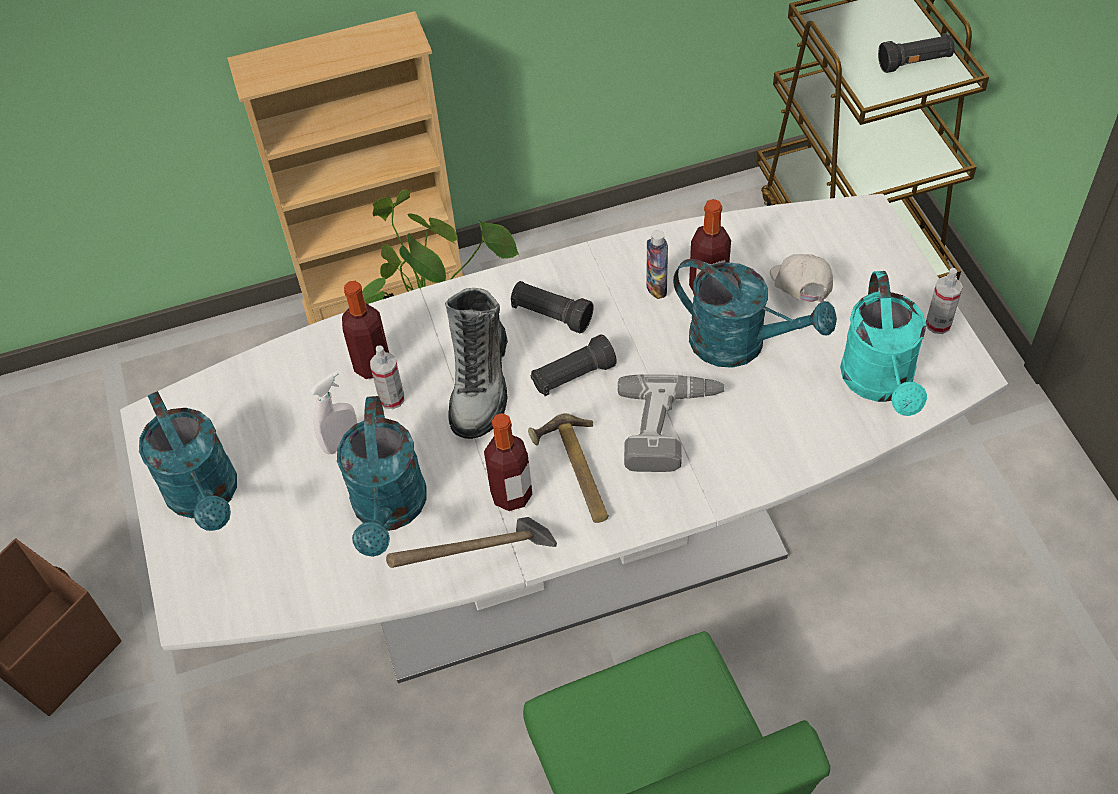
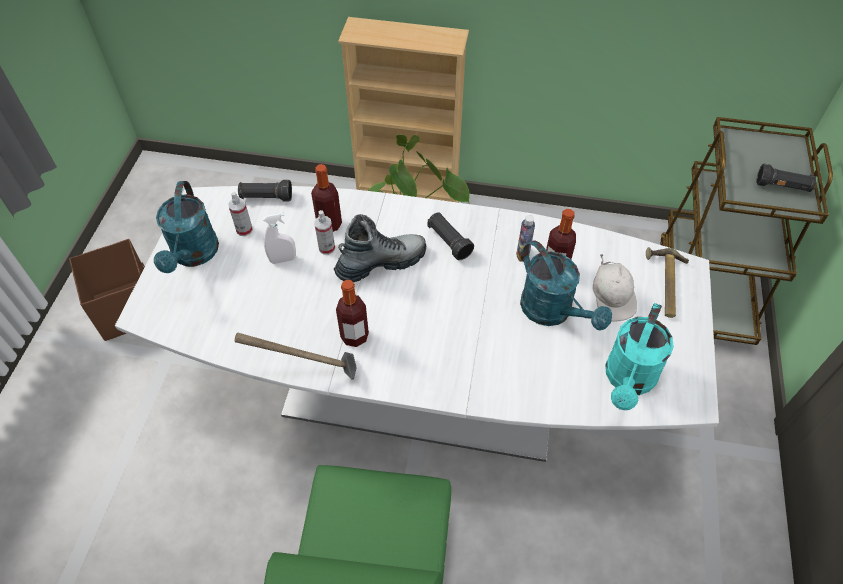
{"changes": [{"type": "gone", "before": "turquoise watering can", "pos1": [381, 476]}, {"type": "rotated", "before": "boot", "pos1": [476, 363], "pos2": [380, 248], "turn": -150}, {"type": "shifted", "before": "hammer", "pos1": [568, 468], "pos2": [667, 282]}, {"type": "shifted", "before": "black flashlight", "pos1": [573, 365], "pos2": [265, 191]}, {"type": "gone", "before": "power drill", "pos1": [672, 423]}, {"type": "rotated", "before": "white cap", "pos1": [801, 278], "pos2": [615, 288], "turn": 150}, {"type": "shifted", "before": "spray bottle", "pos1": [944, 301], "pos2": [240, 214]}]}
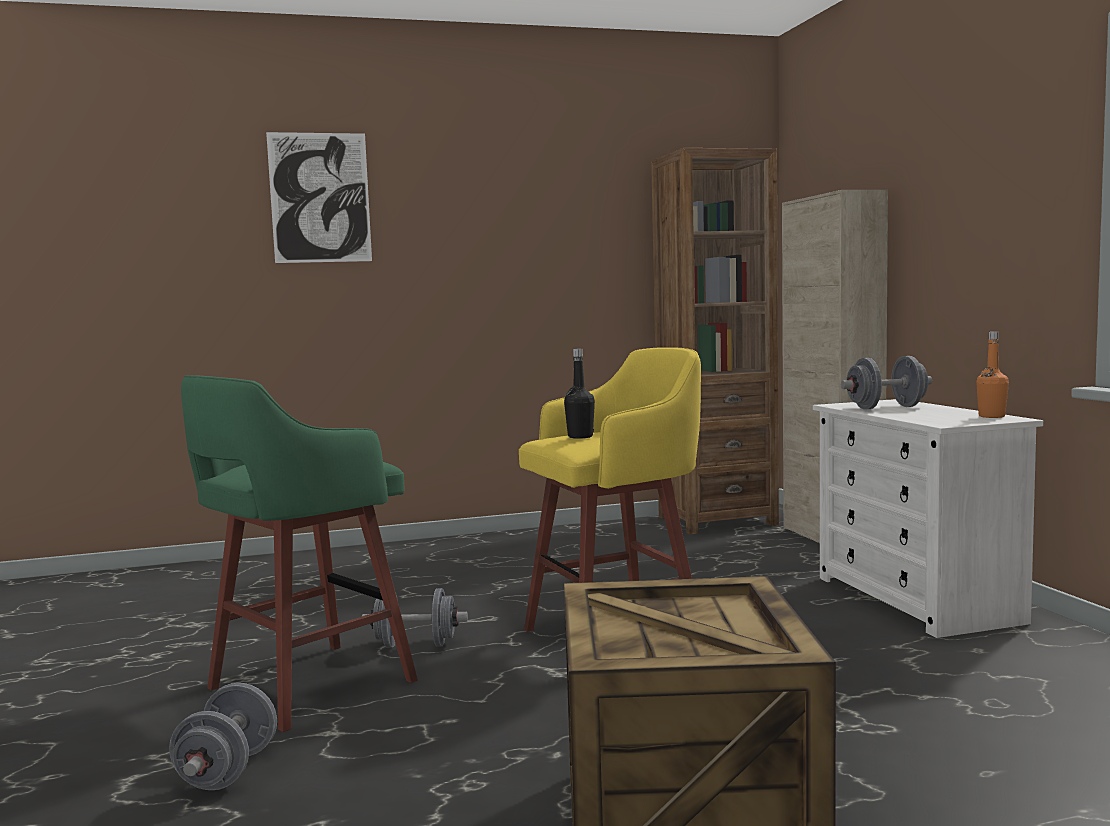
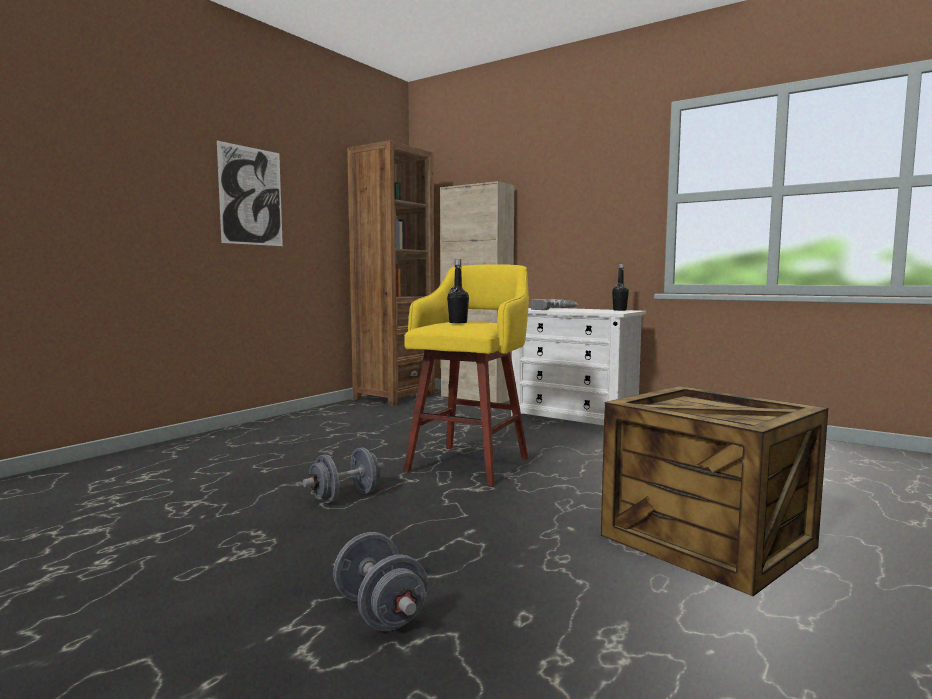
{"changes": [{"type": "gone", "before": "green stool", "pos1": [299, 553]}, {"type": "shifted", "before": "picture", "pos1": [319, 197], "pos2": [250, 193]}, {"type": "swapped", "before": "grey dumbbell", "after": "power drill", "pos1": [886, 382], "pos2": [554, 304]}, {"type": "repainted", "before": "orange bottle", "after": "black bottle", "pos1": [992, 374], "pos2": [620, 287]}]}
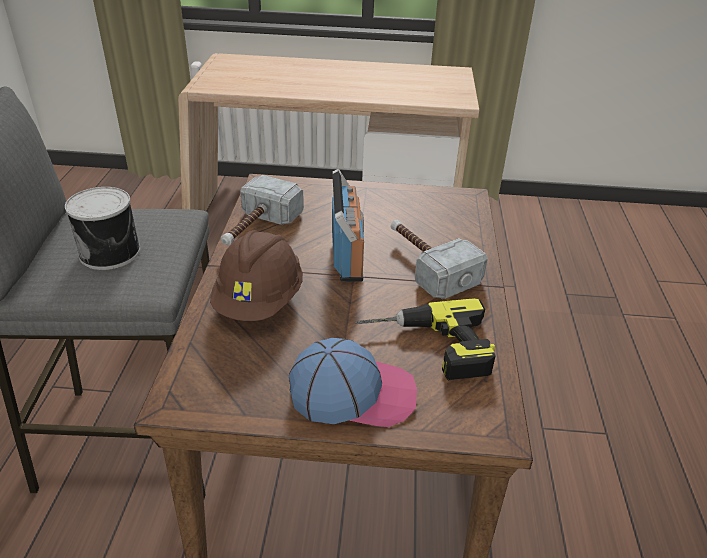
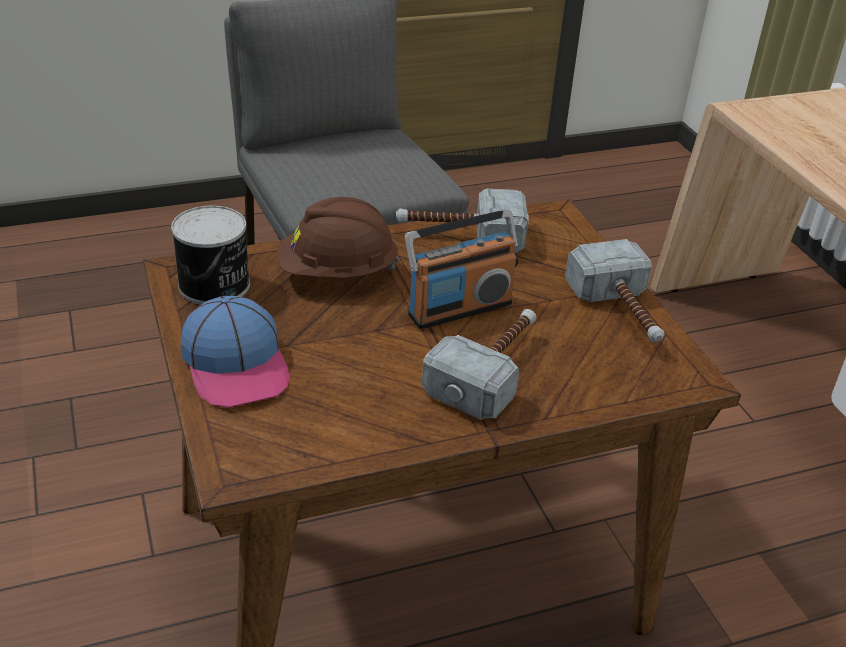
{"changes": [{"type": "shifted", "before": "can", "pos1": [103, 228], "pos2": [210, 255]}, {"type": "gone", "before": "power drill", "pos1": [425, 339]}, {"type": "new", "after": "hammer", "pos2": [615, 290]}]}
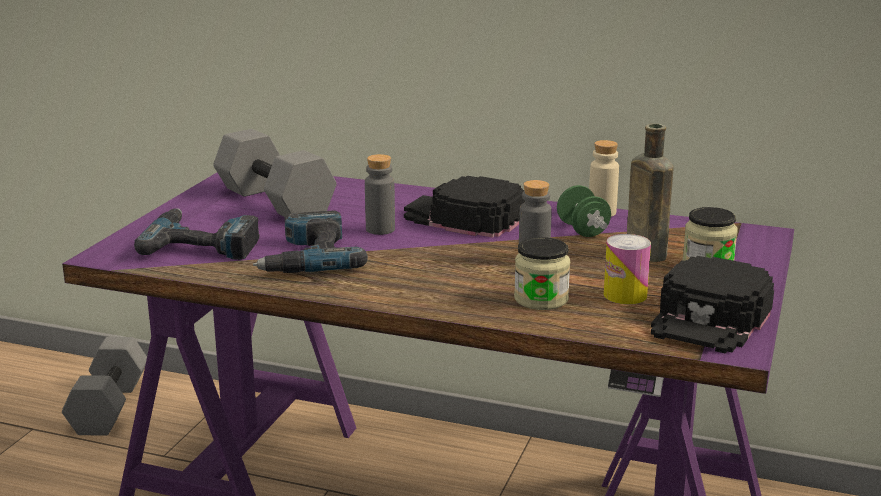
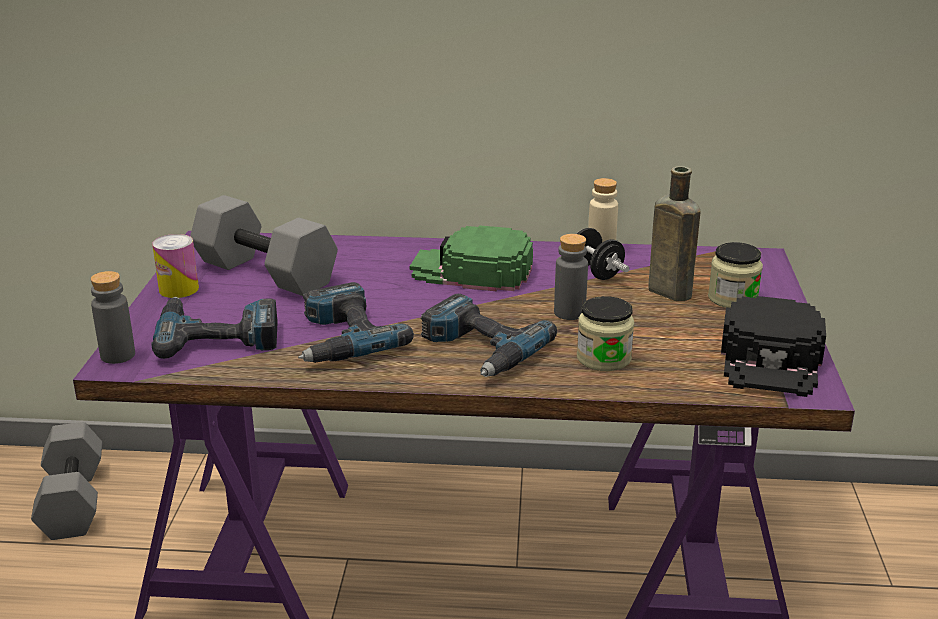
{"changes": [{"type": "shifted", "before": "grey bottle", "pos1": [380, 194], "pos2": [112, 317]}, {"type": "repainted", "before": "black cap", "after": "green cap", "pos1": [464, 207], "pos2": [471, 258]}, {"type": "repainted", "before": "green dumbbell", "after": "black dumbbell", "pos1": [584, 211], "pos2": [603, 254]}, {"type": "shifted", "before": "can", "pos1": [627, 269], "pos2": [175, 266]}, {"type": "new", "after": "power drill", "pos2": [489, 335]}]}
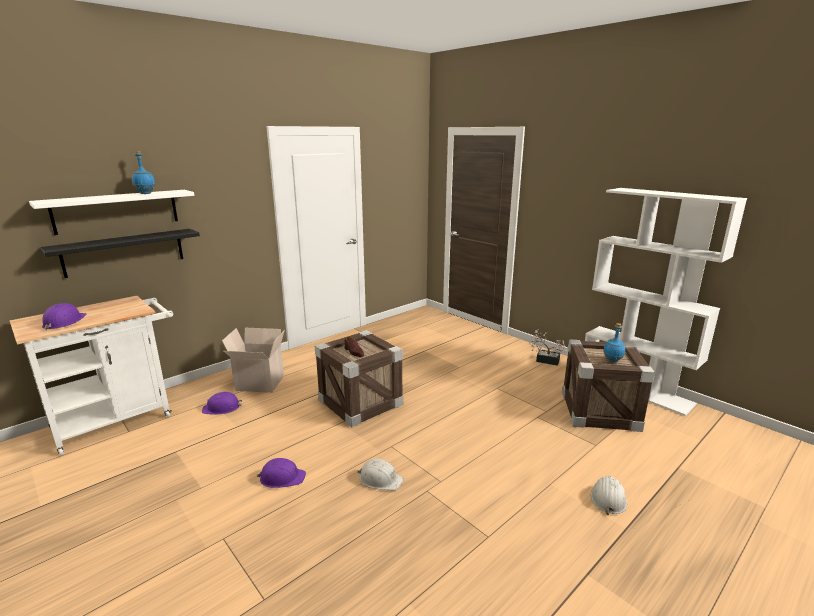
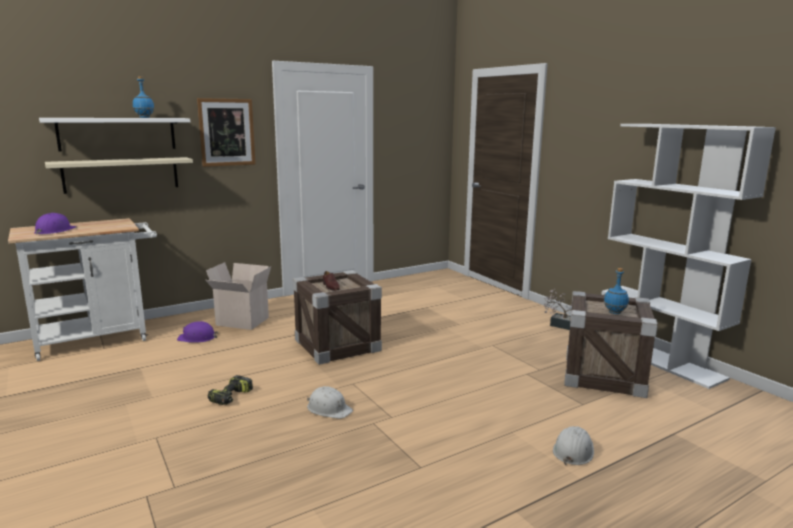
{"changes": [{"type": "repainted", "before": "black shelf", "after": "beige shelf", "pos1": [120, 253], "pos2": [119, 175]}, {"type": "swapped", "before": "purple hard hat", "after": "power drill", "pos1": [281, 473], "pos2": [230, 390]}, {"type": "new", "after": "picture", "pos2": [226, 132]}]}
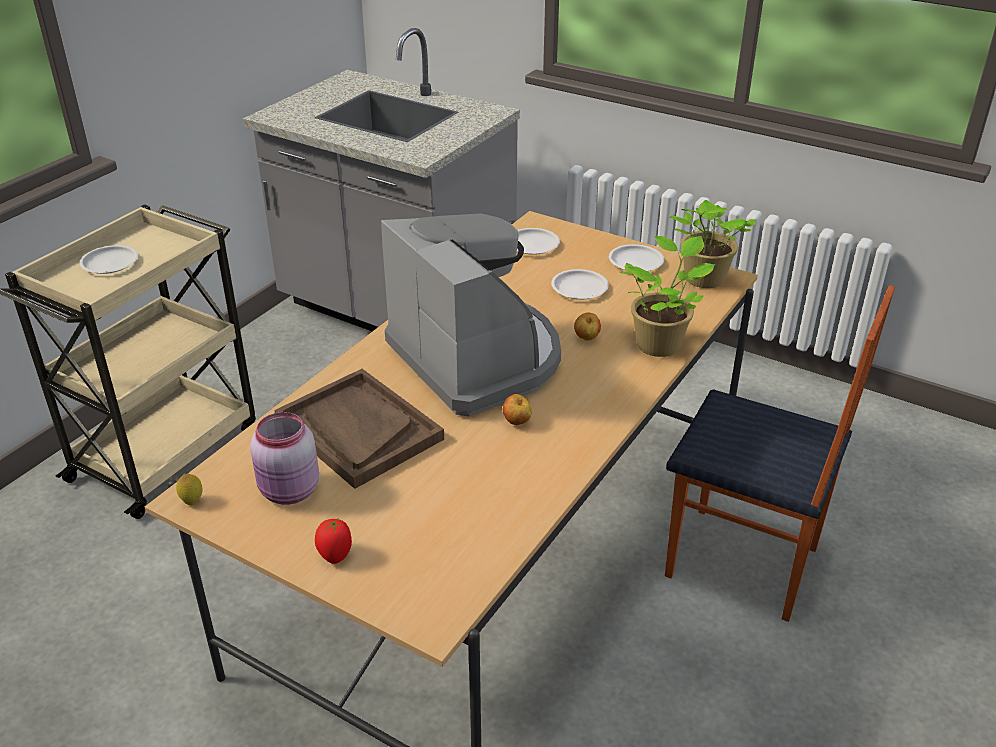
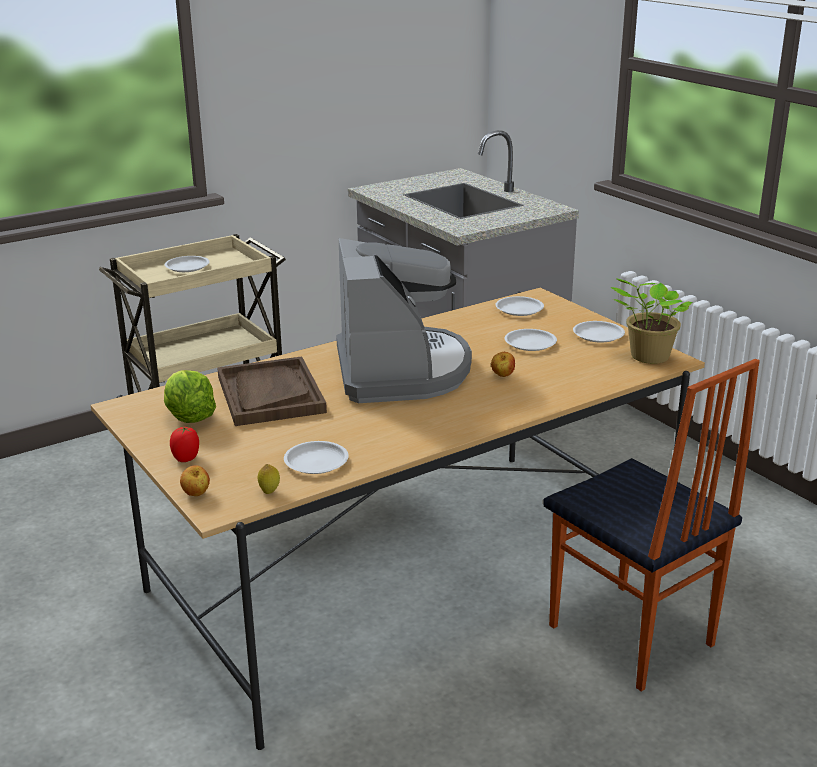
{"changes": [{"type": "shifted", "before": "lemon", "pos1": [189, 489], "pos2": [269, 479]}, {"type": "swapped", "before": "pink jar", "after": "lettuce", "pos1": [284, 458], "pos2": [190, 396]}, {"type": "shifted", "before": "apple", "pos1": [517, 409], "pos2": [195, 480]}, {"type": "gone", "before": "potted plant", "pos1": [667, 296]}, {"type": "new", "after": "white plate", "pos2": [316, 457]}]}
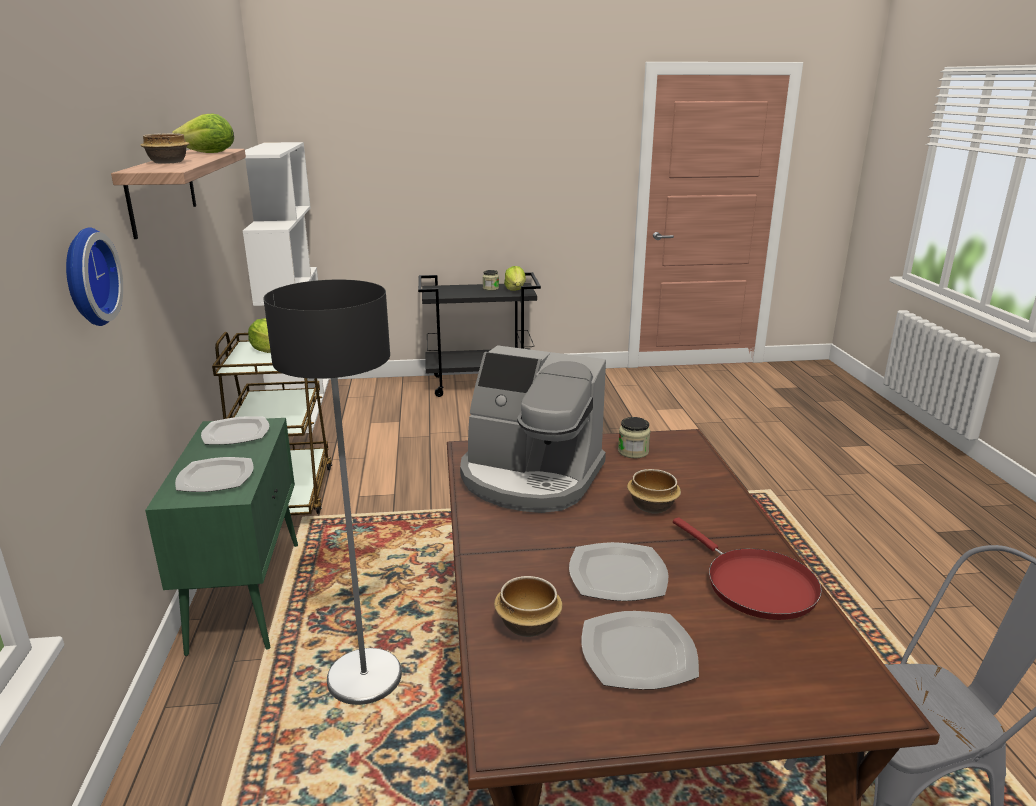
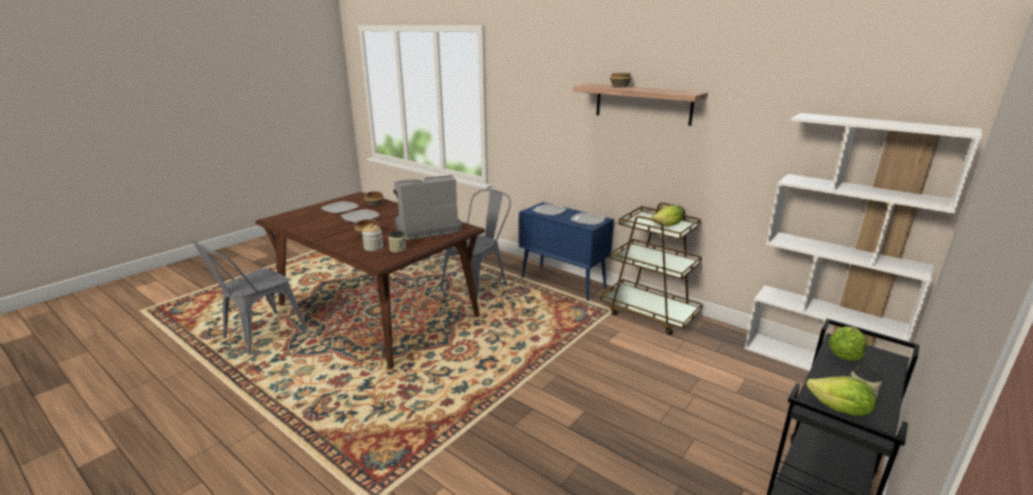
{"changes": [{"type": "gone", "before": "wall clock", "pos1": [94, 276]}, {"type": "repainted", "before": "green cabinet", "after": "blue cabinet", "pos1": [221, 537], "pos2": [566, 251]}, {"type": "shifted", "before": "lettuce", "pos1": [203, 133], "pos2": [847, 344]}, {"type": "swapped", "before": "floor lamp", "after": "grey chair", "pos1": [333, 492], "pos2": [475, 243]}, {"type": "gone", "before": "red frying pan", "pos1": [747, 569]}, {"type": "new", "after": "jar", "pos2": [372, 237]}]}
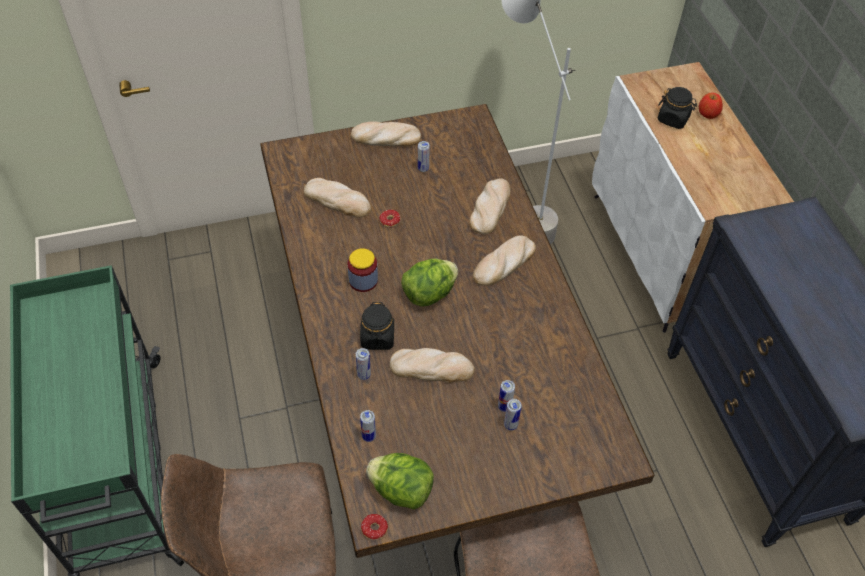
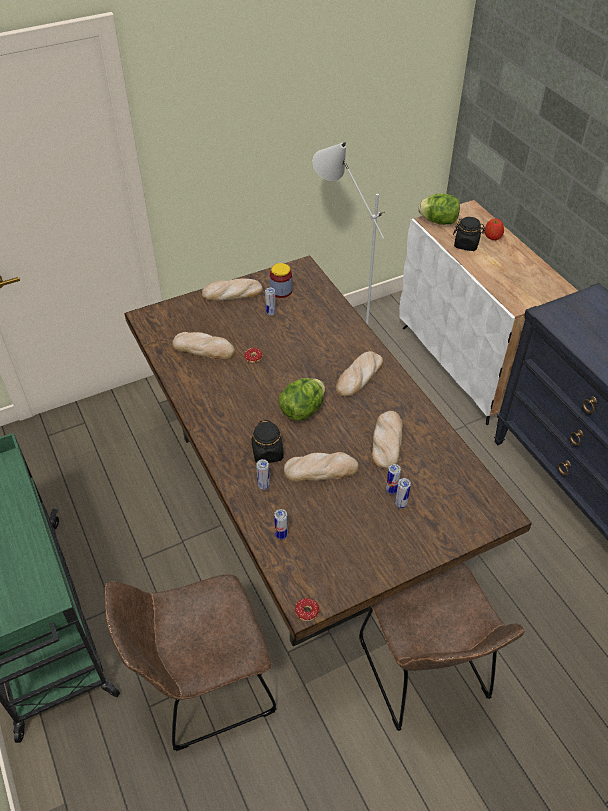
{"changes": [{"type": "shifted", "before": "jar", "pos1": [362, 270], "pos2": [281, 280]}, {"type": "shifted", "before": "lettuce", "pos1": [400, 481], "pos2": [439, 209]}, {"type": "shifted", "before": "bread", "pos1": [490, 206], "pos2": [387, 440]}]}
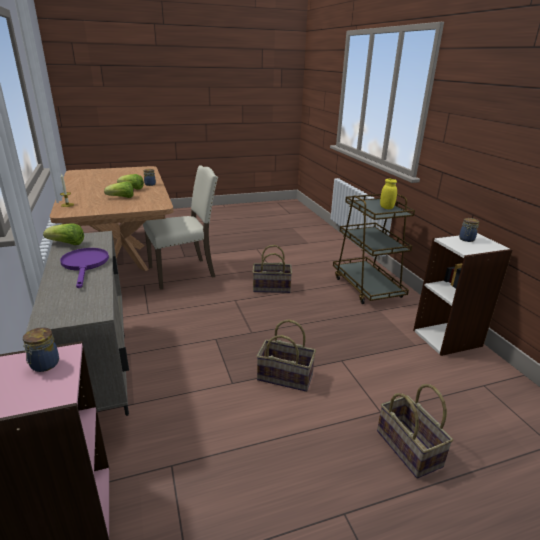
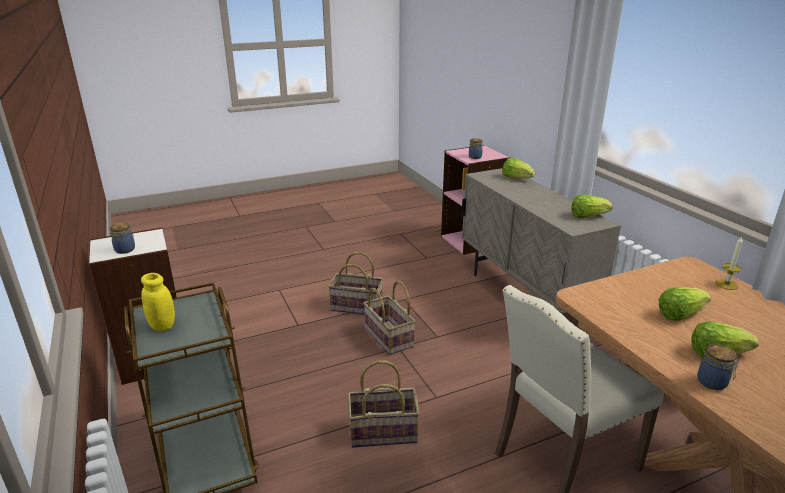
{"changes": [{"type": "gone", "before": "purple frying pan", "pos1": [84, 268]}, {"type": "shifted", "before": "basket", "pos1": [415, 431], "pos2": [389, 318]}, {"type": "new", "after": "lettuce", "pos2": [519, 168]}]}
